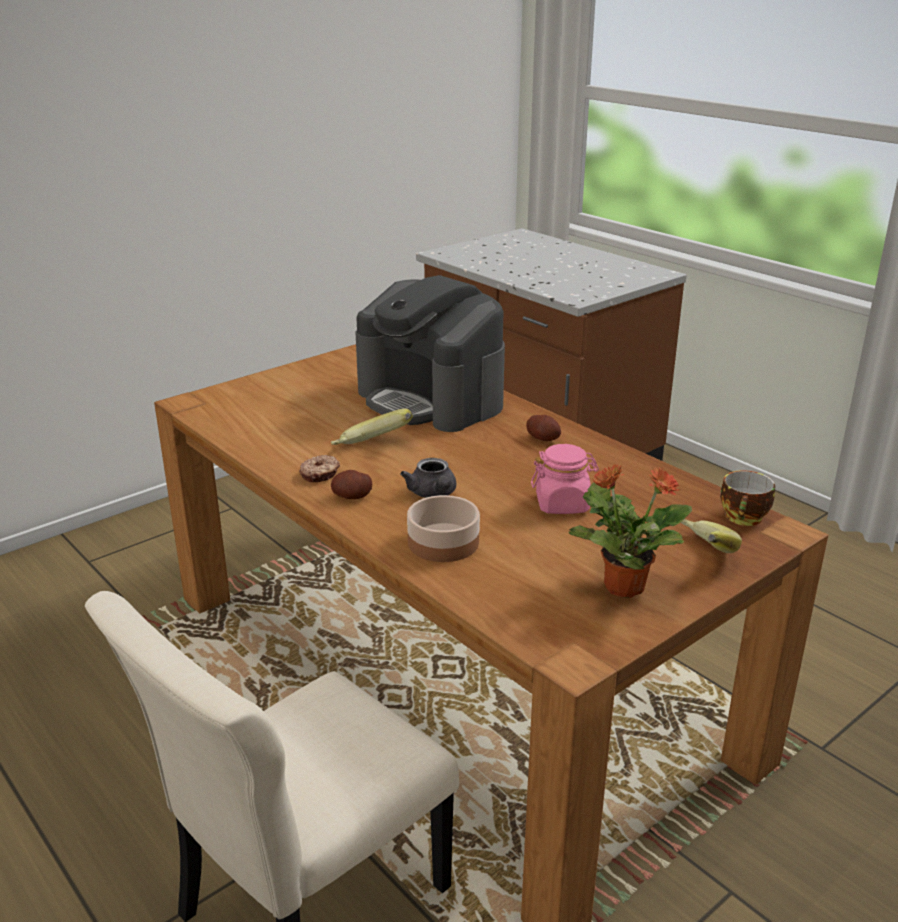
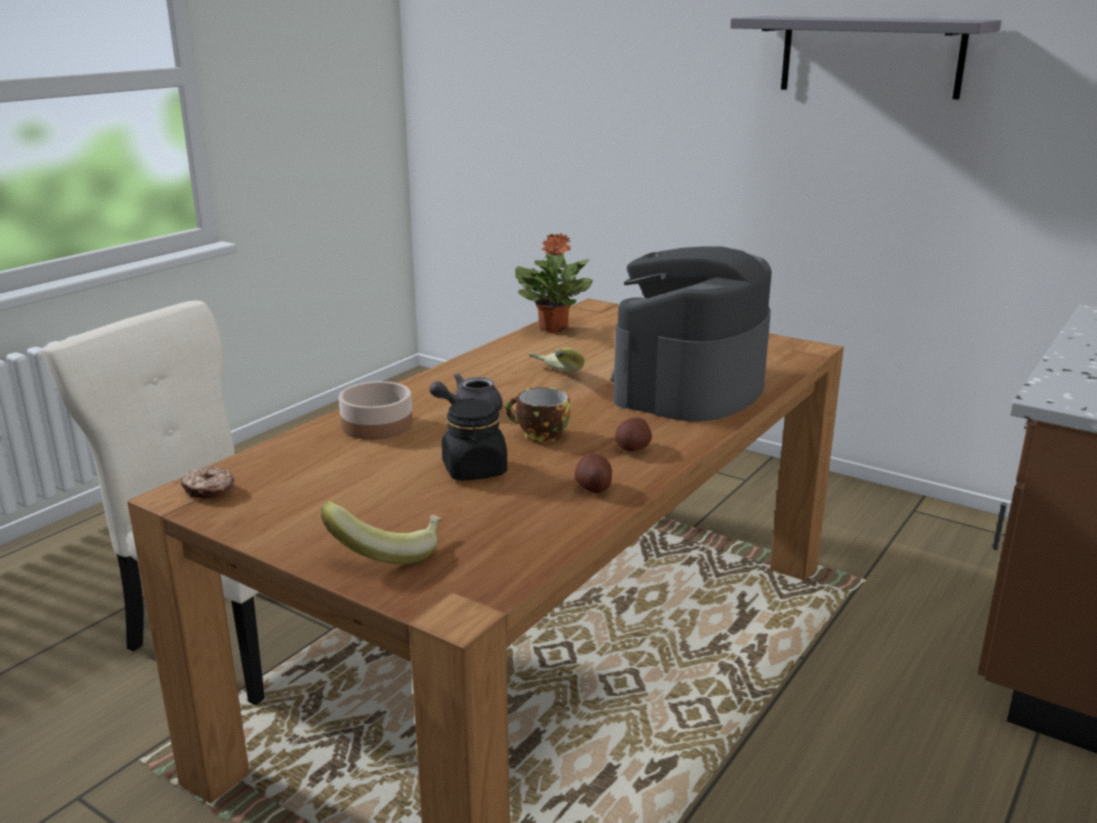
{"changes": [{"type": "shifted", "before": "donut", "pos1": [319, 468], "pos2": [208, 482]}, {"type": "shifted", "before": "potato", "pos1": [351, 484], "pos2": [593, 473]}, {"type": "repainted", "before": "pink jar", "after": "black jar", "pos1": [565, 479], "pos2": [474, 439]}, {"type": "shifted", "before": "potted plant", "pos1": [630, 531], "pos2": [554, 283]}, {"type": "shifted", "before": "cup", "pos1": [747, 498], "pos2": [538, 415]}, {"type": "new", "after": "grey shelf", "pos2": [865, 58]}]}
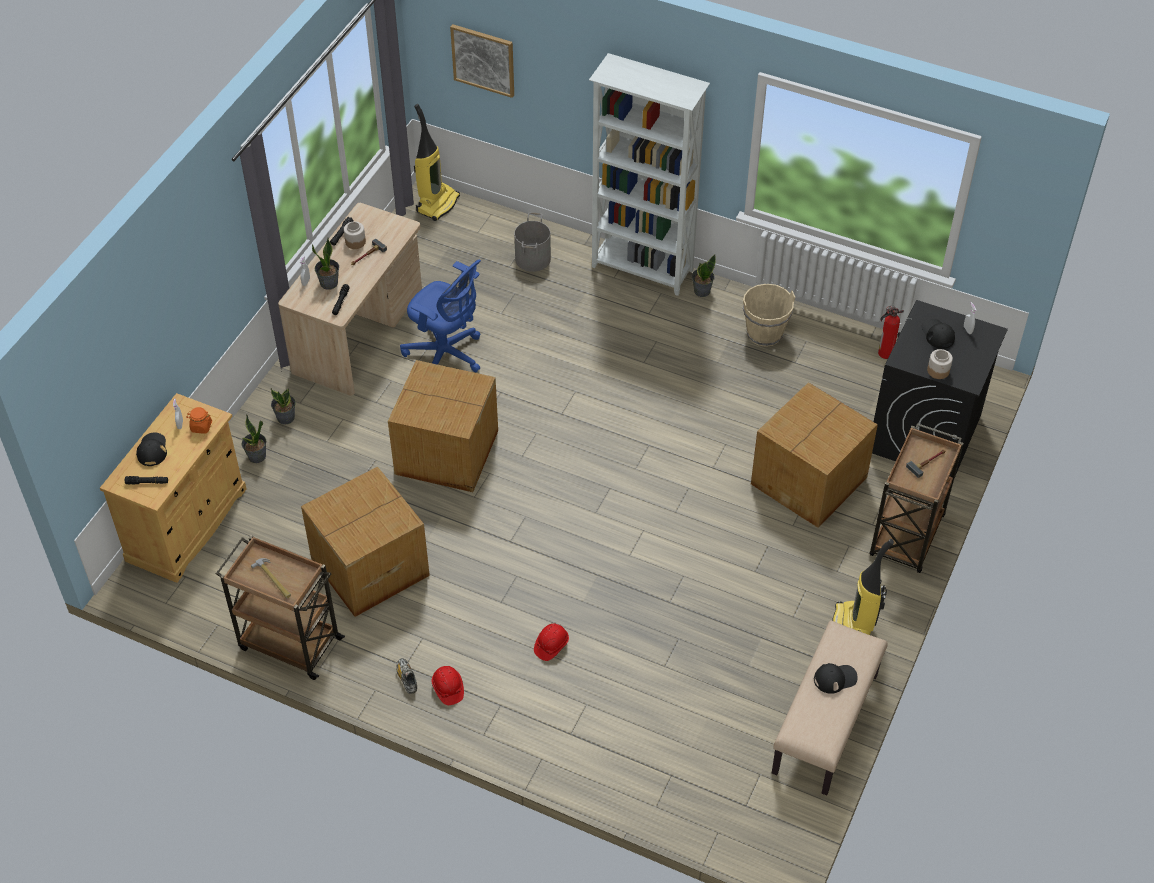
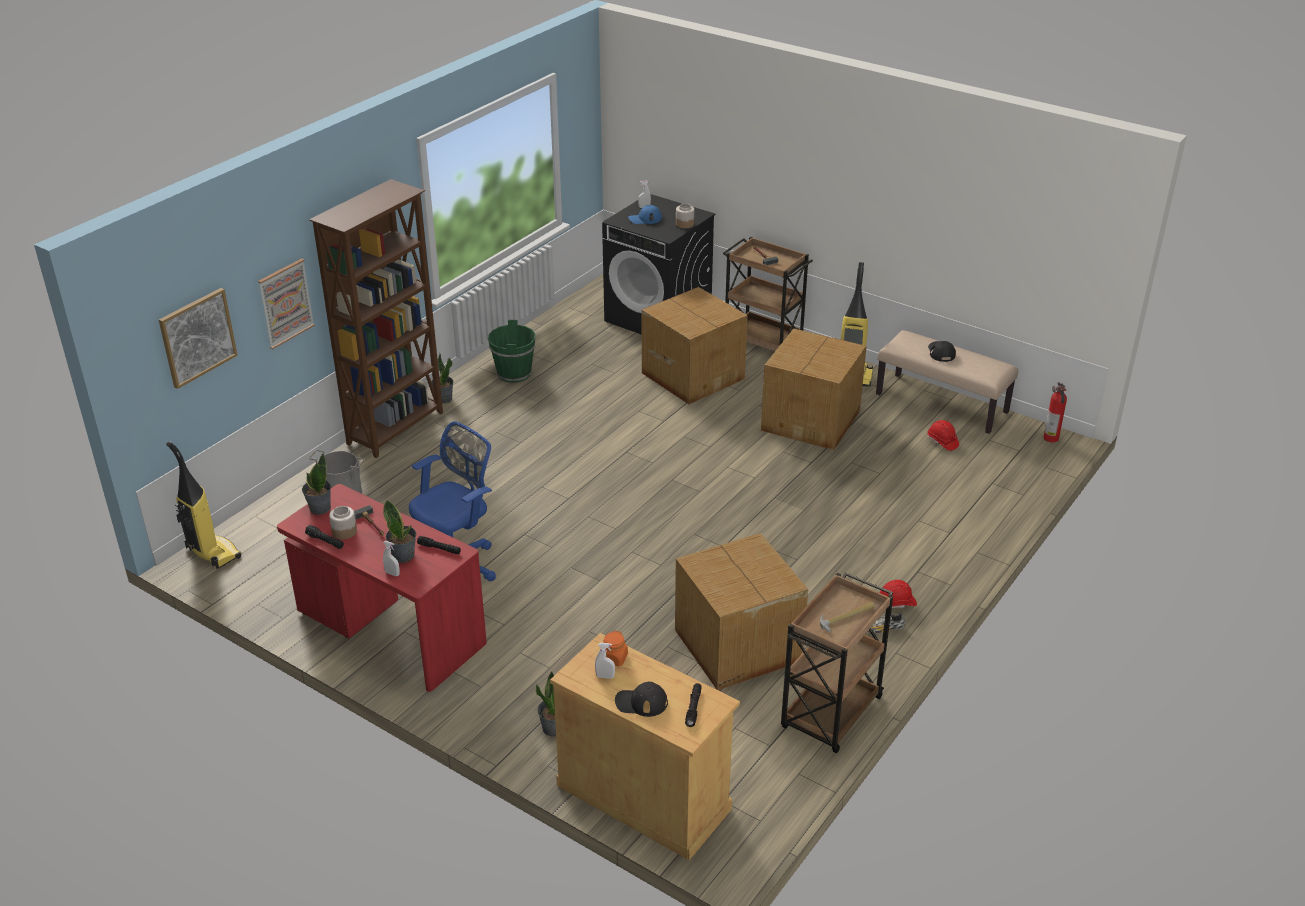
{"changes": [{"type": "shifted", "before": "potted plant", "pos1": [283, 406], "pos2": [316, 484]}, {"type": "repainted", "before": "beige desk", "after": "red desk", "pos1": [350, 299], "pos2": [382, 588]}, {"type": "shifted", "before": "cardboard box", "pos1": [443, 426], "pos2": [814, 389]}, {"type": "shifted", "before": "red hard hat", "pos1": [551, 642], "pos2": [943, 435]}, {"type": "repainted", "before": "white bookcase", "after": "brown bookcase", "pos1": [649, 174], "pos2": [376, 318]}, {"type": "repainted", "before": "beige bucket", "after": "green bucket", "pos1": [769, 315], "pos2": [512, 351]}, {"type": "shifted", "before": "fire extinguisher", "pos1": [891, 332], "pos2": [1055, 412]}, {"type": "repainted", "before": "black cap", "after": "blue cap", "pos1": [938, 334], "pos2": [645, 214]}, {"type": "new", "after": "picture", "pos2": [286, 303]}]}
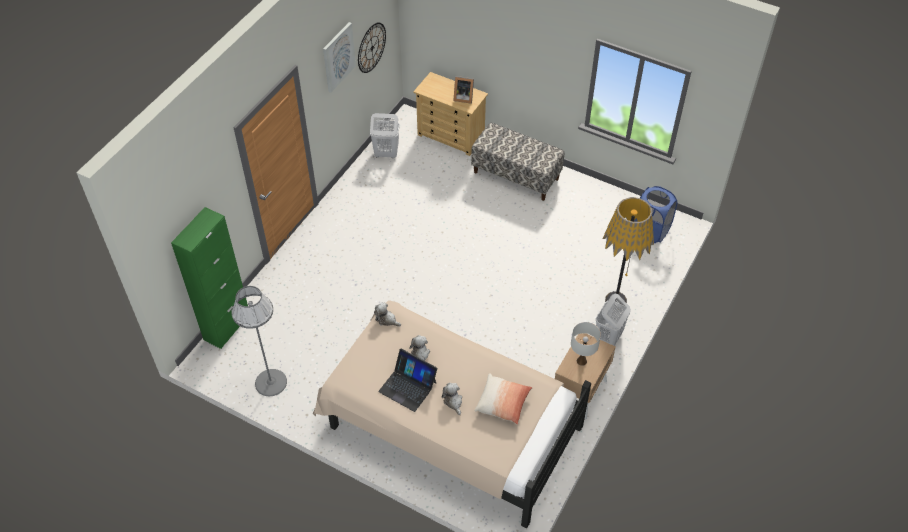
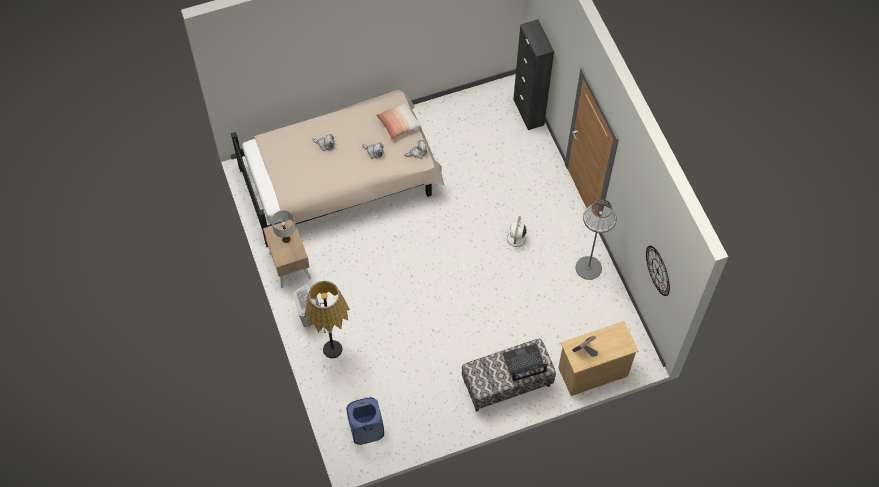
{"changes": [{"type": "repainted", "before": "green cabinet", "after": "black cabinet", "pos1": [209, 278], "pos2": [533, 74]}, {"type": "shifted", "before": "grey floor lamp", "pos1": [259, 341], "pos2": [596, 239]}, {"type": "gone", "before": "picture", "pos1": [339, 57]}, {"type": "gone", "before": "white laundry basket", "pos1": [385, 135]}, {"type": "shifted", "before": "laptop", "pos1": [408, 380], "pos2": [526, 362]}, {"type": "shifted", "before": "pillow", "pos1": [503, 398], "pos2": [399, 121]}, {"type": "new", "after": "white fan", "pos2": [516, 233]}]}
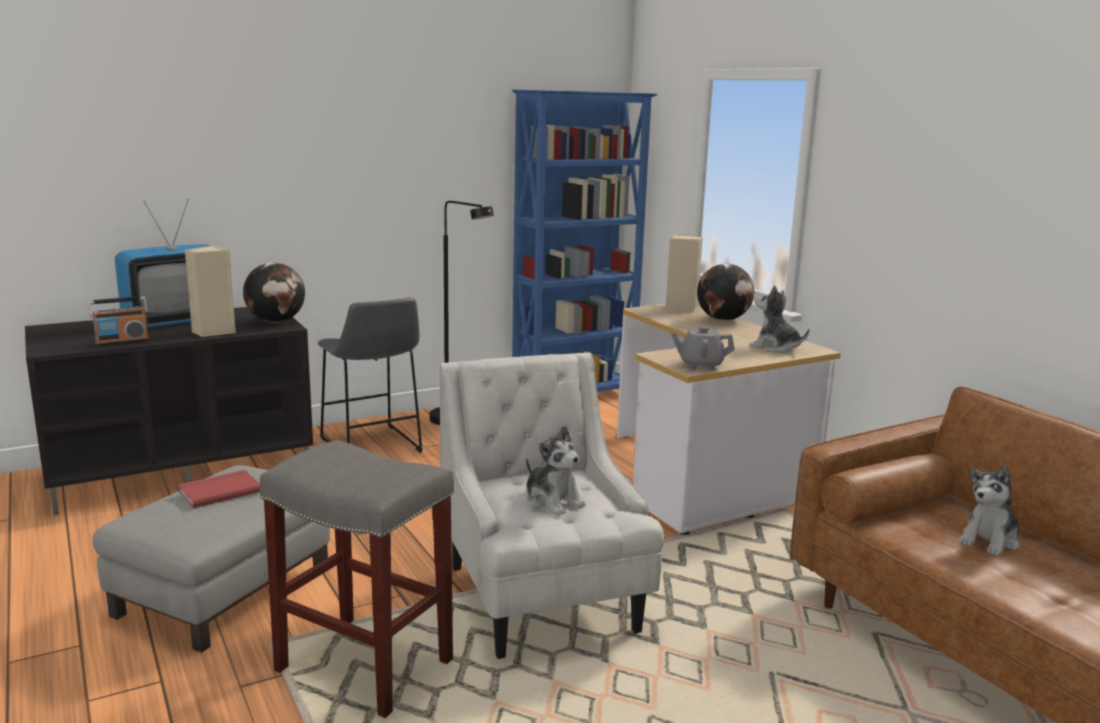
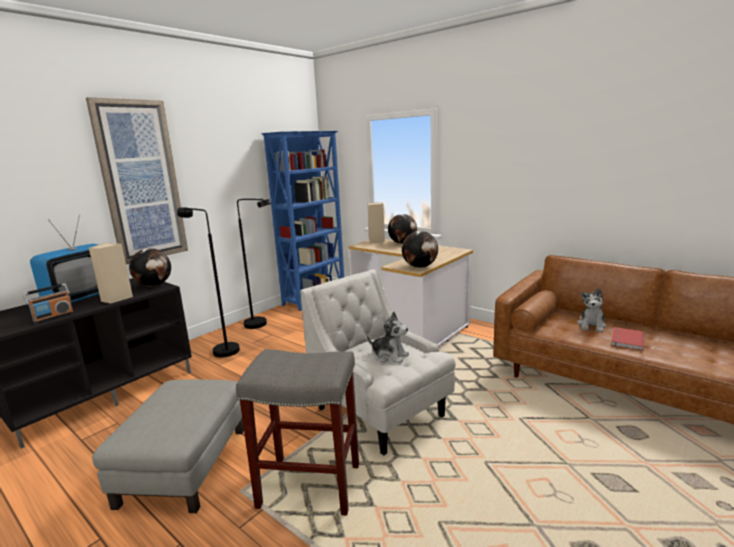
{"changes": [{"type": "shifted", "before": "red book", "pos1": [219, 489], "pos2": [627, 339]}, {"type": "swapped", "before": "grey stool", "after": "black floor lamp", "pos1": [370, 375], "pos2": [208, 282]}, {"type": "swapped", "before": "grey teapot", "after": "globe", "pos1": [703, 348], "pos2": [420, 249]}, {"type": "gone", "before": "plush toy", "pos1": [779, 319]}, {"type": "new", "after": "picture", "pos2": [137, 180]}]}
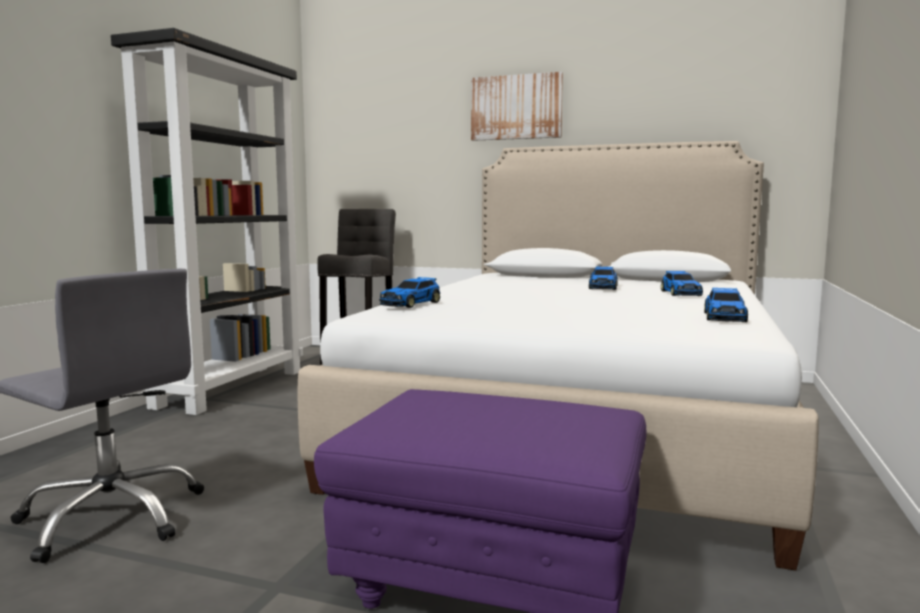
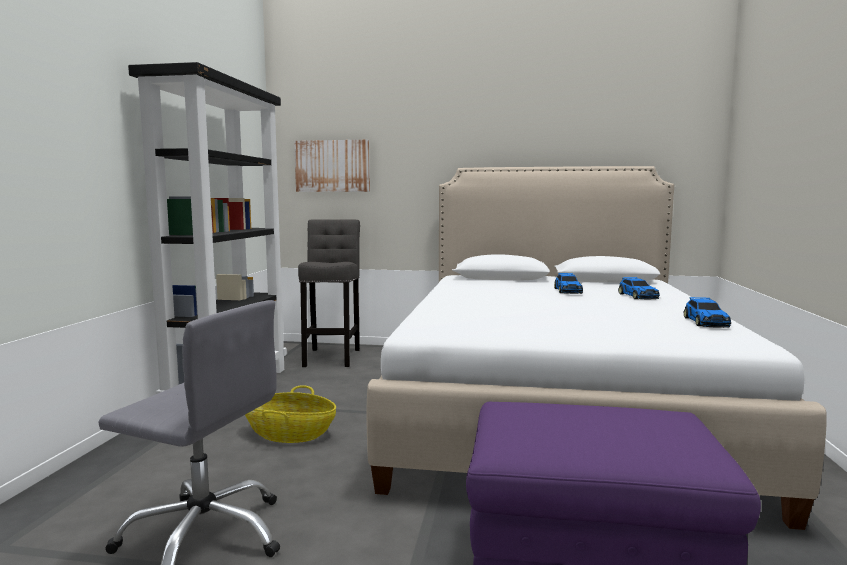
{"changes": [{"type": "gone", "before": "toy car", "pos1": [409, 292]}, {"type": "shifted", "before": "picture", "pos1": [517, 106], "pos2": [332, 166]}, {"type": "new", "after": "basket", "pos2": [290, 414]}]}
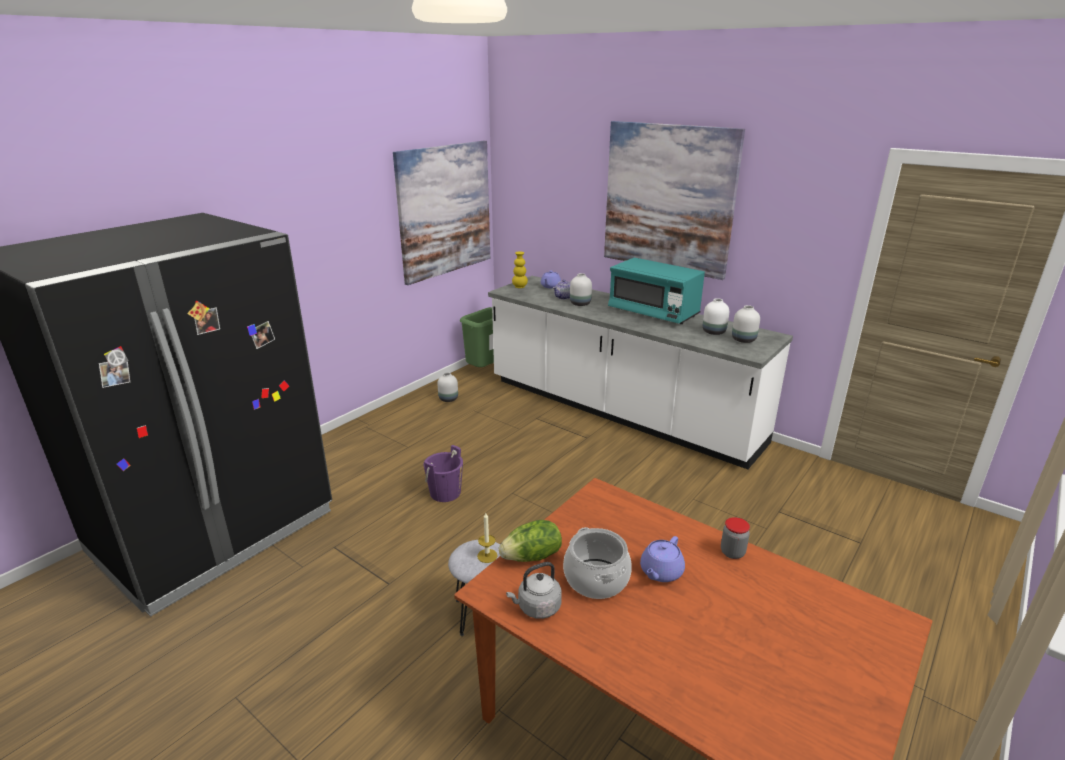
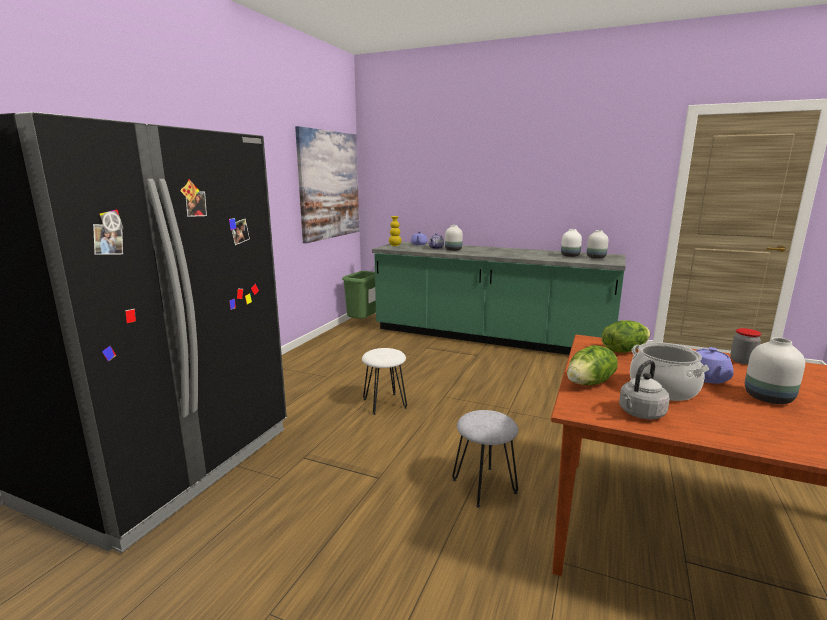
{"changes": [{"type": "swapped", "before": "purple bucket", "after": "white stool", "pos1": [443, 473], "pos2": [384, 381]}, {"type": "shifted", "before": "white vase", "pos1": [447, 387], "pos2": [775, 370]}, {"type": "gone", "before": "candle", "pos1": [487, 538]}, {"type": "repainted", "before": "white counter", "after": "green counter", "pos1": [640, 372], "pos2": [499, 298]}, {"type": "gone", "before": "picture", "pos1": [674, 200]}, {"type": "gone", "before": "turquoise microwave", "pos1": [656, 291]}, {"type": "new", "after": "lettuce", "pos2": [625, 336]}]}
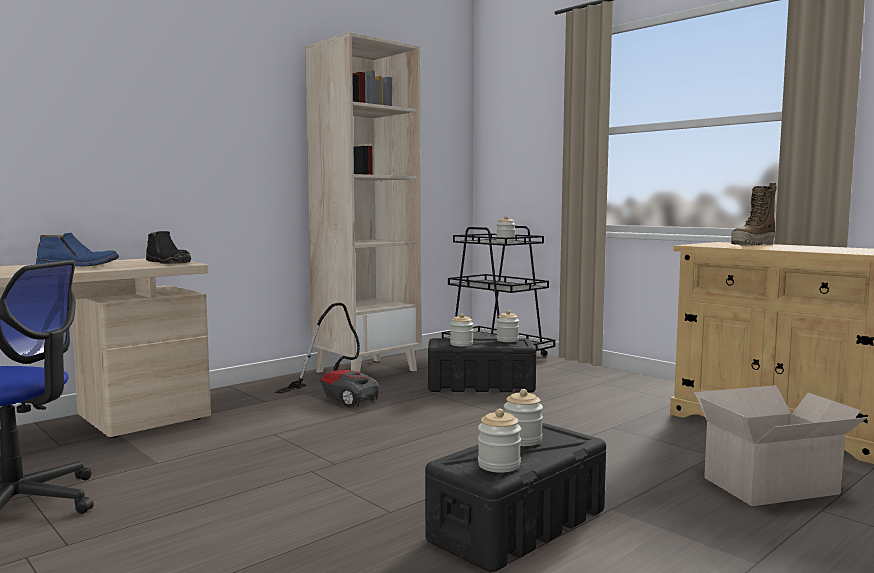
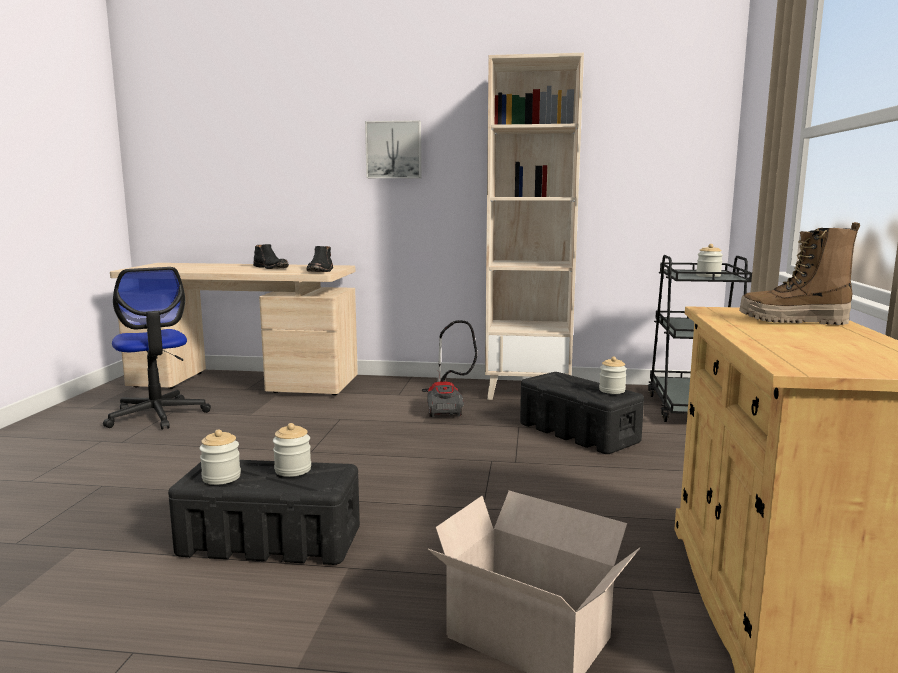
{"changes": [{"type": "repainted", "before": "blue boot", "after": "black boot", "pos1": [77, 250], "pos2": [271, 256]}, {"type": "gone", "before": "jar", "pos1": [461, 329]}, {"type": "new", "after": "picture", "pos2": [393, 149]}]}
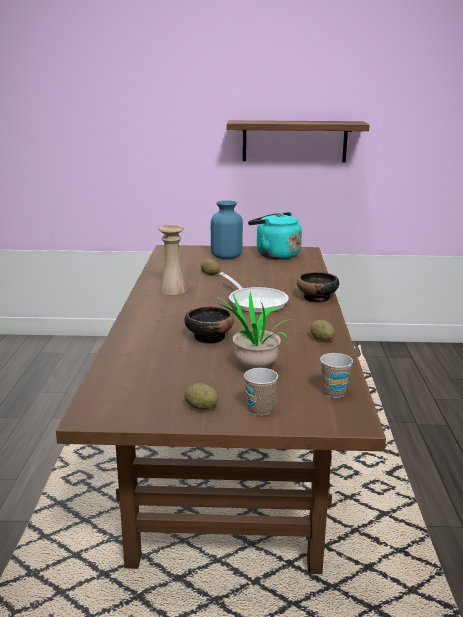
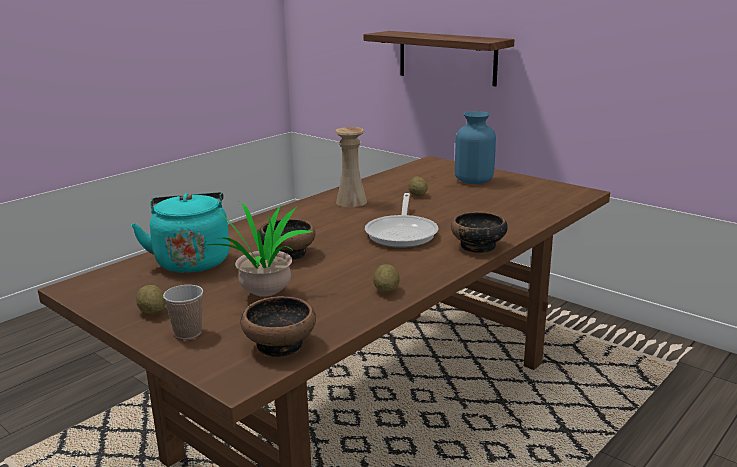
{"changes": [{"type": "shifted", "before": "shelf", "pos1": [298, 141], "pos2": [438, 59]}, {"type": "shifted", "before": "turquoise kettle", "pos1": [275, 236], "pos2": [180, 232]}, {"type": "swapped", "before": "cup", "after": "bowl", "pos1": [336, 375], "pos2": [278, 326]}]}
